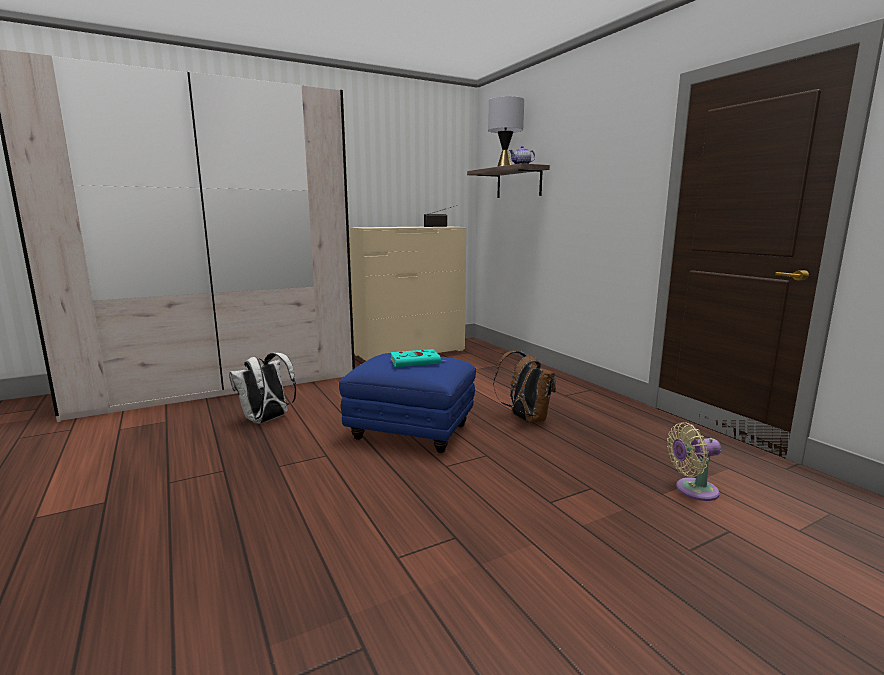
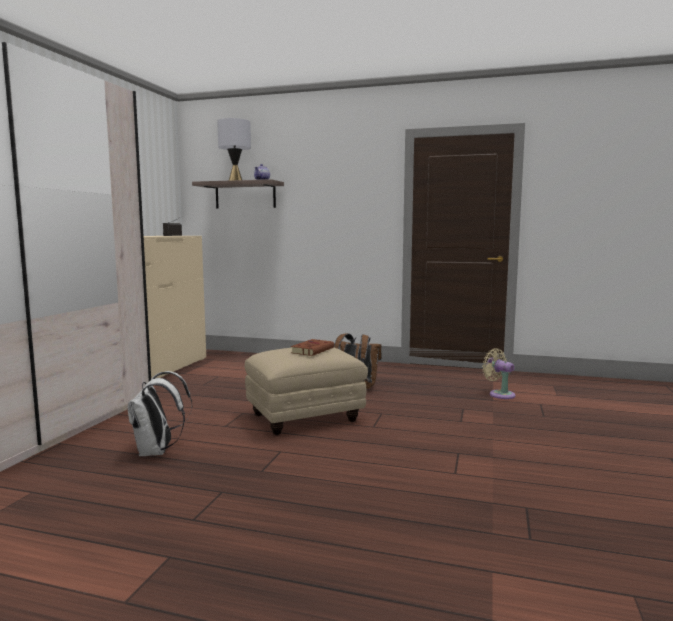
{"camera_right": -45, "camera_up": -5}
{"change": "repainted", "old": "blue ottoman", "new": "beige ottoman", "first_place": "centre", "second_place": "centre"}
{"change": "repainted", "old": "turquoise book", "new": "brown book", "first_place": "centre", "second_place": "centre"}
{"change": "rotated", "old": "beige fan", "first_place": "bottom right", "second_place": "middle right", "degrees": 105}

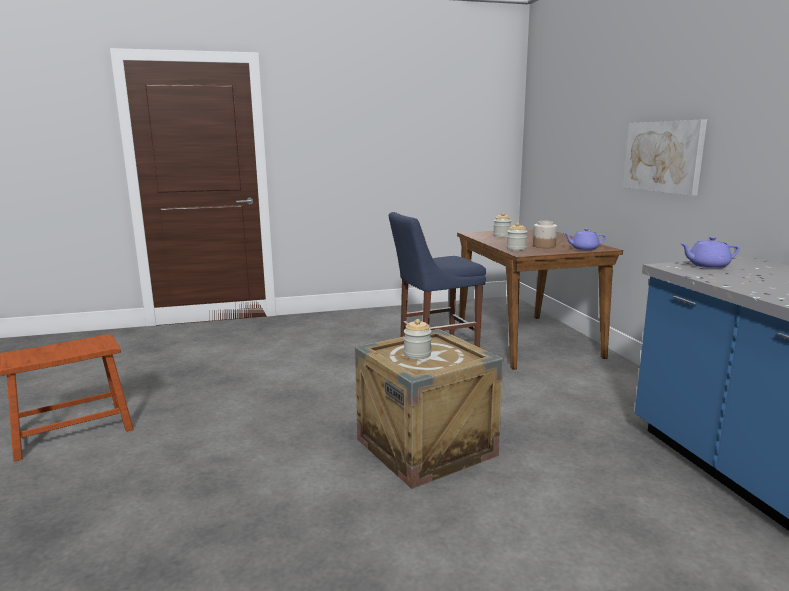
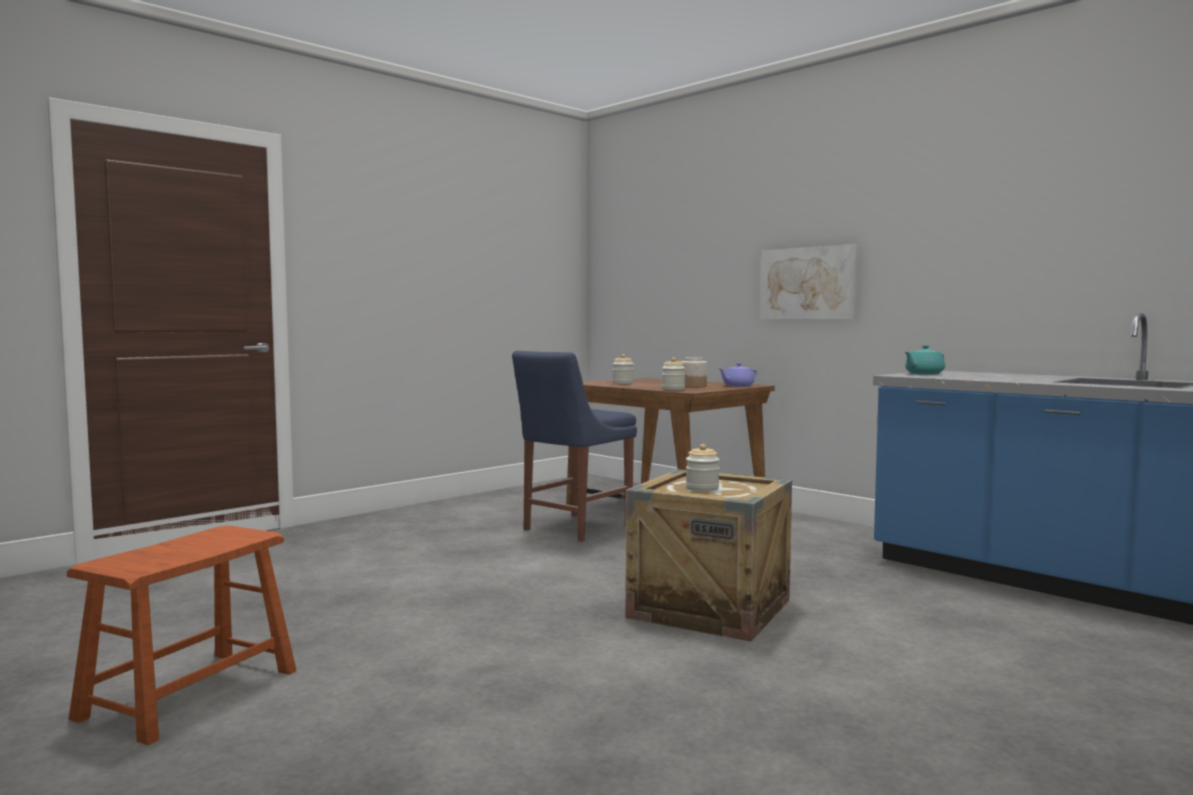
{"camera_right": -30, "camera_up": -10}
{"change": "repainted", "old": "purple teapot (no. 2 from left)", "new": "turquoise teapot", "first_place": "middle right", "second_place": "middle right"}

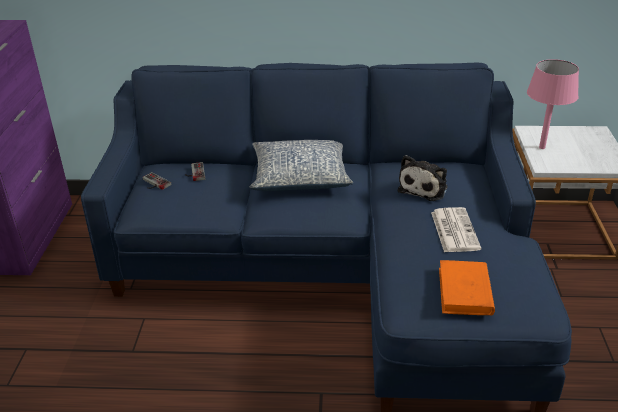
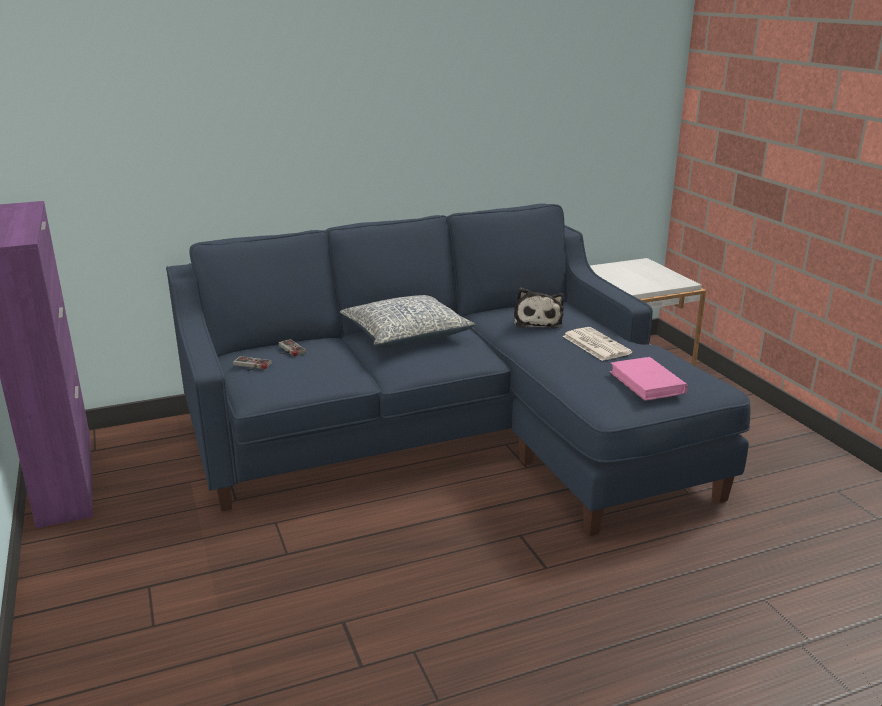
{"camera_right": -25, "camera_up": -10}
{"change": "repainted", "old": "orange book", "new": "pink book", "first_place": "bottom right", "second_place": "middle right"}
{"change": "gone", "old": "pink table lamp", "first_place": "top right"}

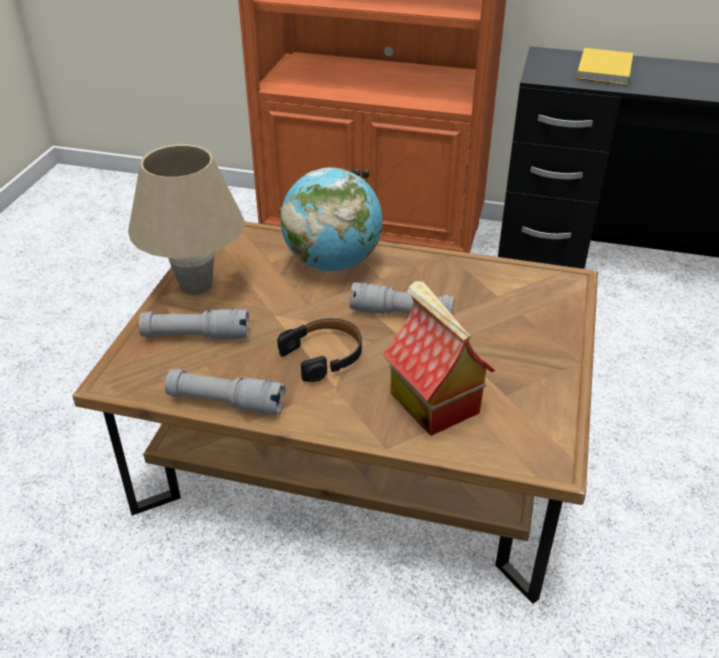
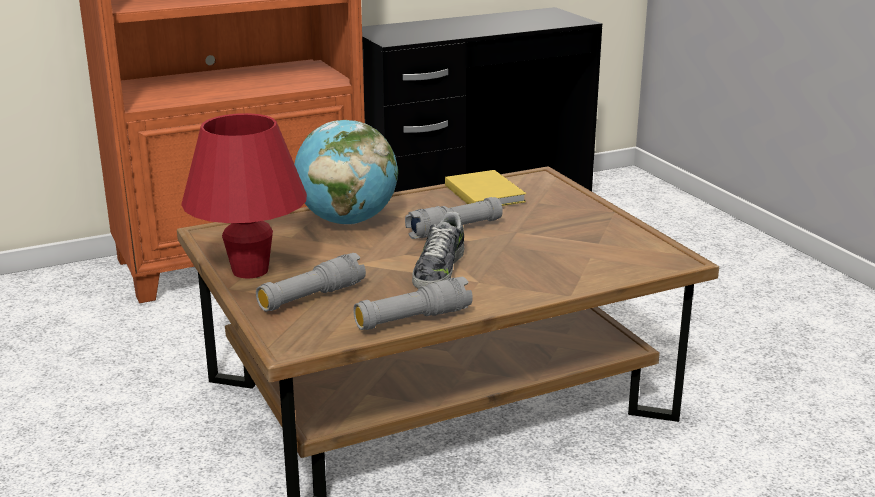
{"camera_right": -40, "camera_up": -15}
{"change": "repainted", "old": "beige table lamp", "new": "red table lamp", "first_place": "top left", "second_place": "middle left"}
{"change": "swapped", "old": "black headphones", "new": "shoe", "first_place": "centre", "second_place": "centre"}
{"change": "gone", "old": "toy house", "first_place": "centre"}
{"change": "shifted", "old": "yellow book", "first_place": "top right", "second_place": "centre"}

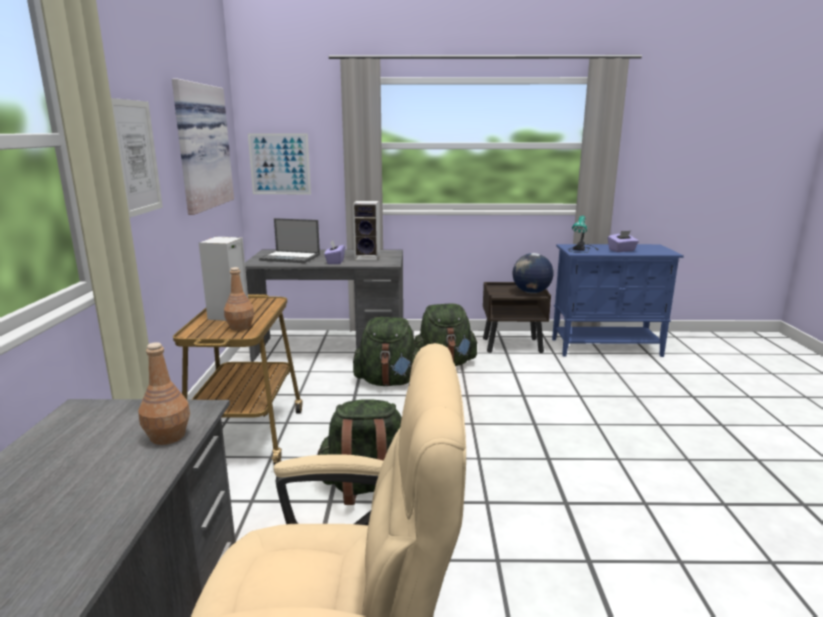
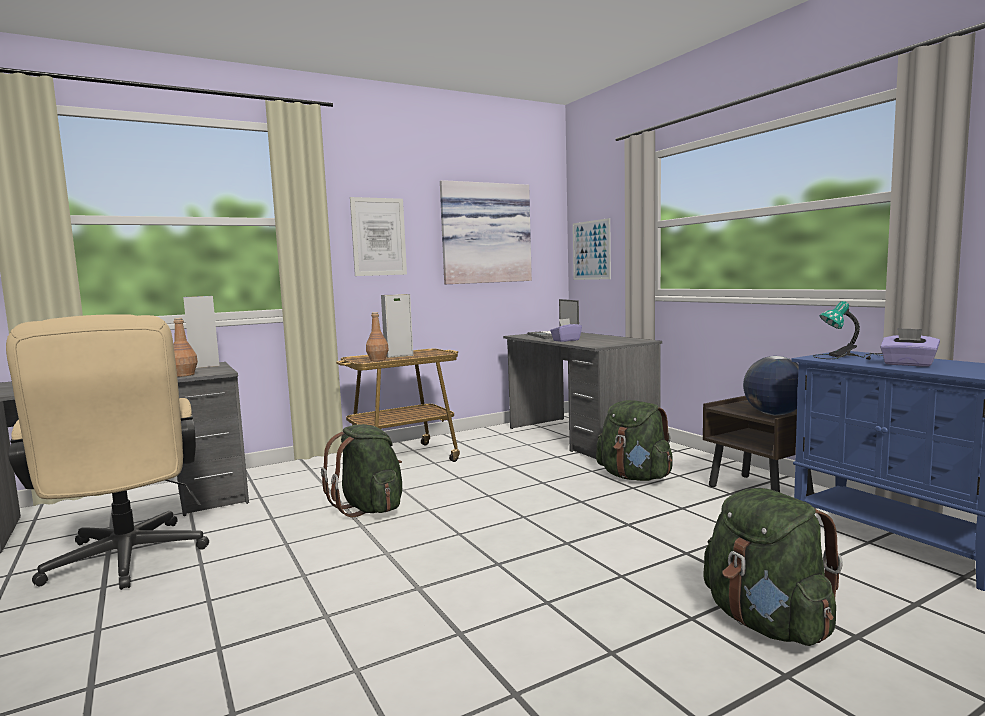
{"camera_right": 60, "camera_up": -10}
{"change": "shifted", "old": "speaker (no. 2 from left in the first image)", "new": "speaker (no. 1 from left)", "first_place": "centre", "second_place": "middle left"}
{"change": "shifted", "old": "green backpack (no. 2 from left in the first image)", "new": "green backpack (no. 3 from left)", "first_place": "centre", "second_place": "bottom right"}

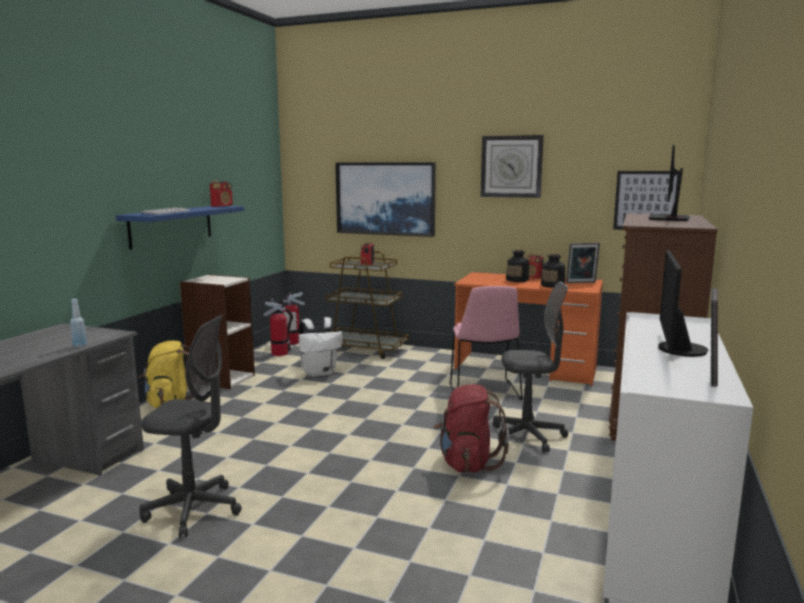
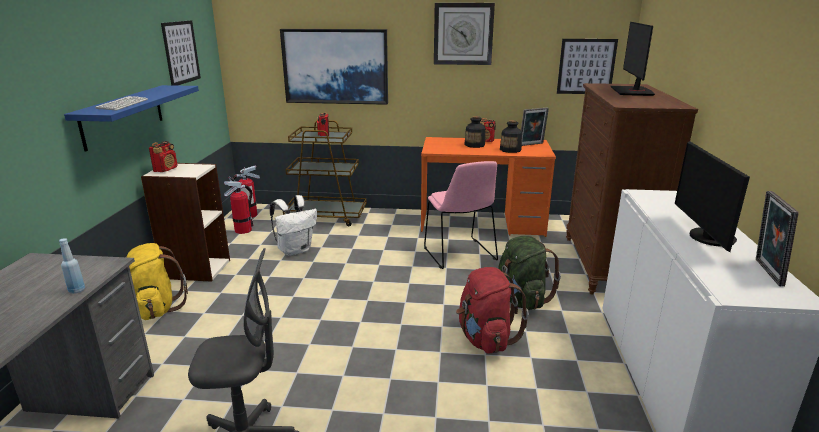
{"camera_right": -15, "camera_up": 10}
{"change": "shifted", "old": "radio (no. 1 from left)", "first_place": "top left", "second_place": "middle left"}
{"change": "swapped", "old": "grey office chair (no. 2 from left)", "new": "green backpack", "first_place": "centre", "second_place": "centre"}
{"change": "new", "new": "picture (no. 1 from left)", "second_place": "top left"}

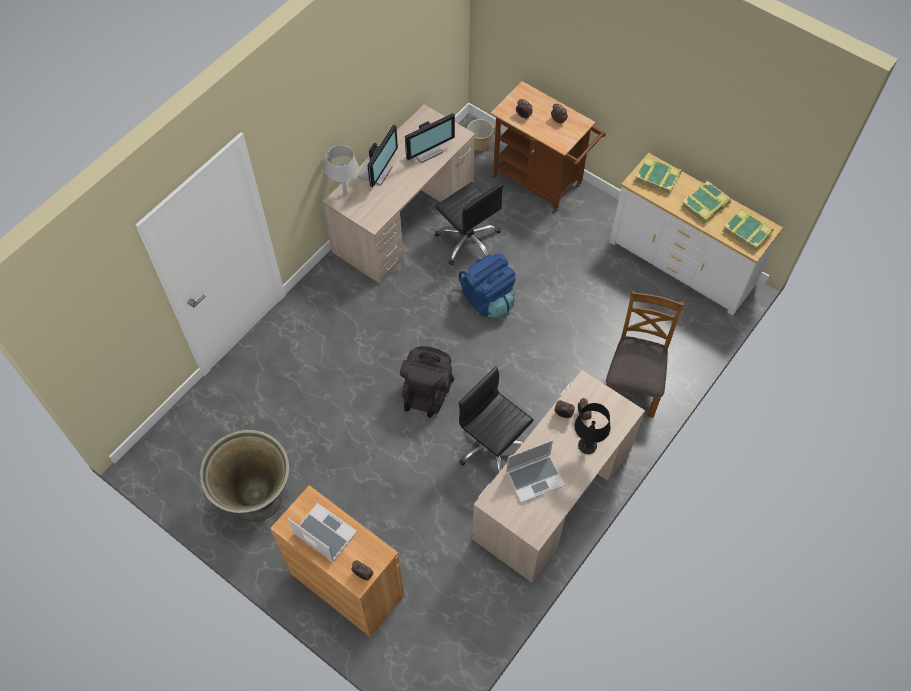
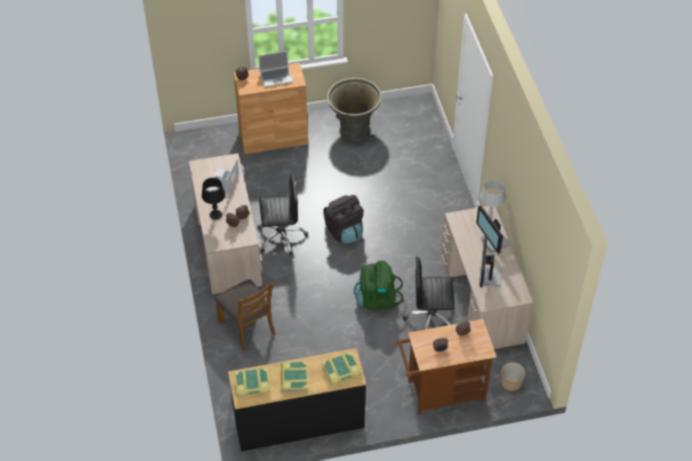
{"camera_right": 130, "camera_up": -10}
{"change": "repainted", "old": "blue backpack", "new": "green backpack", "first_place": "centre", "second_place": "centre"}
{"change": "repainted", "old": "white dresser", "new": "black dresser", "first_place": "middle right", "second_place": "bottom centre"}

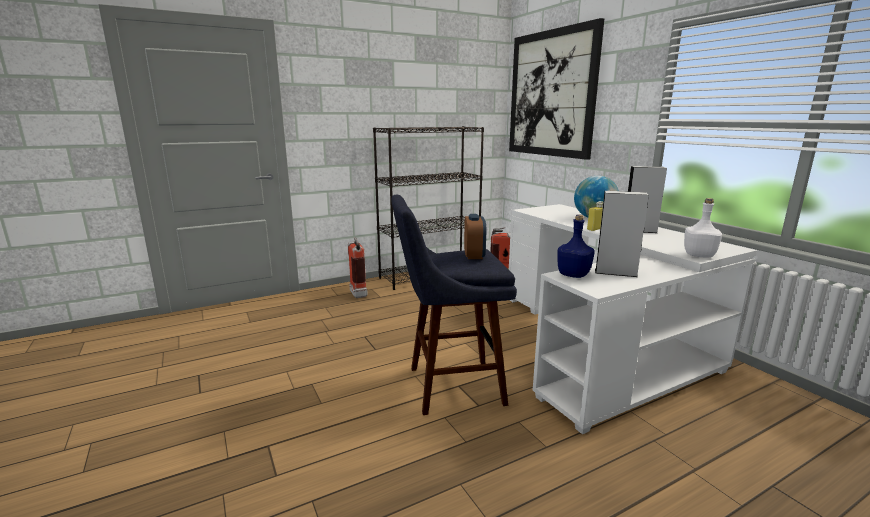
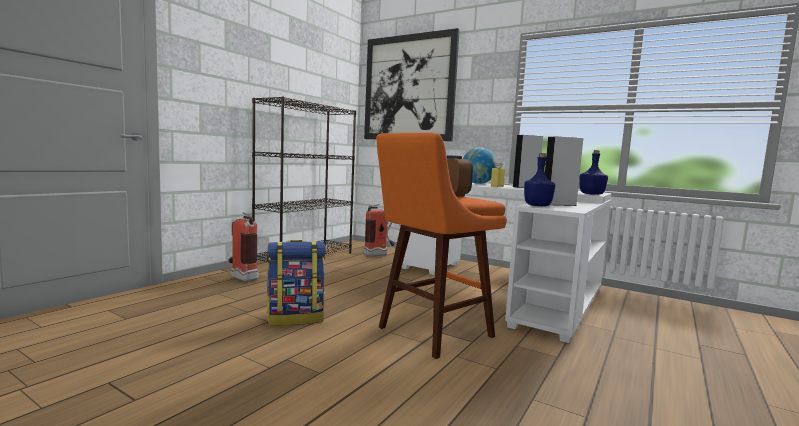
{"camera_right": -30, "camera_up": -10}
{"change": "repainted", "old": "blue stool", "new": "orange stool", "first_place": "centre", "second_place": "centre"}
{"change": "repainted", "old": "white bottle", "new": "blue bottle (no. 2 from left)", "first_place": "middle right", "second_place": "middle right"}
{"change": "new", "new": "backpack", "second_place": "centre"}

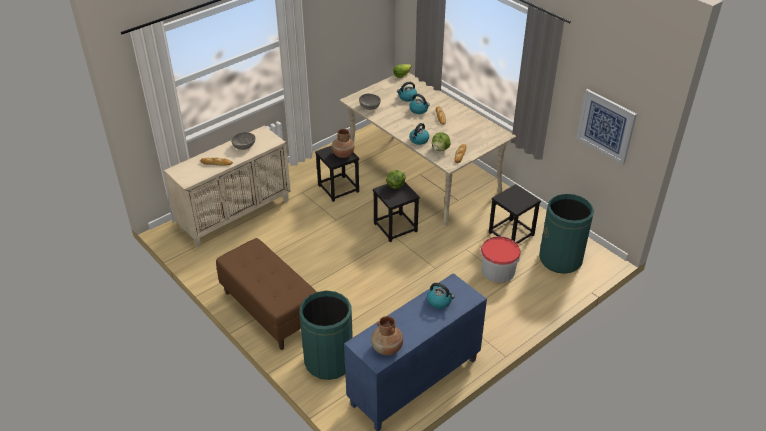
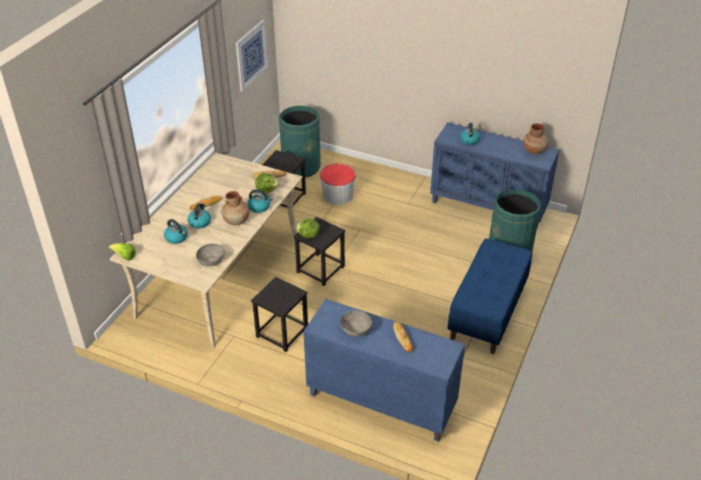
{"camera_right": -115, "camera_up": 0}
{"change": "repainted", "old": "beige cabinet", "new": "blue cabinet (no. 1 from left)", "first_place": "middle left", "second_place": "bottom centre"}
{"change": "repainted", "old": "brown bench", "new": "blue bench", "first_place": "bottom centre", "second_place": "middle right"}
{"change": "shifted", "old": "brown vase (no. 1 from left)", "first_place": "top centre", "second_place": "centre"}

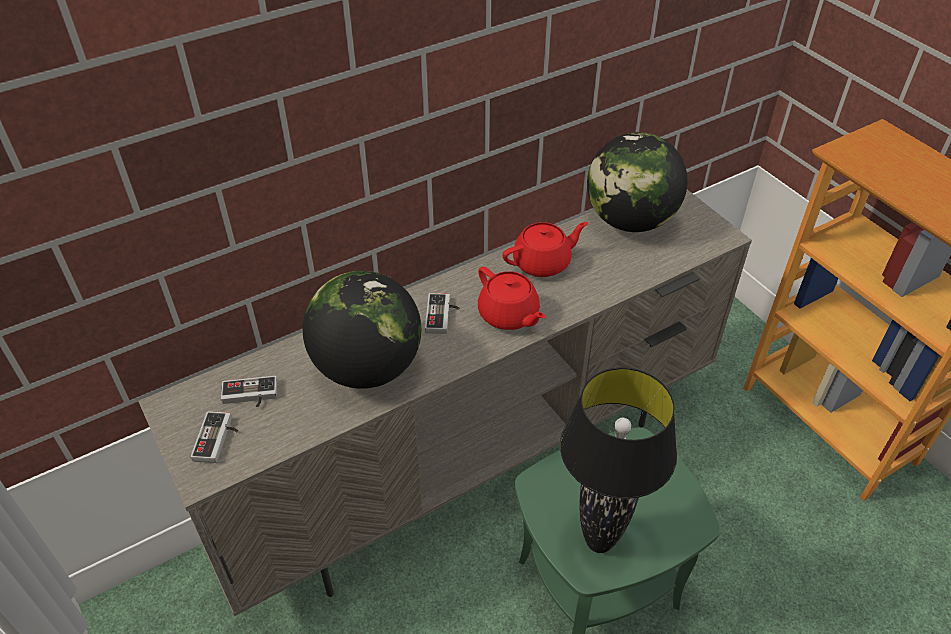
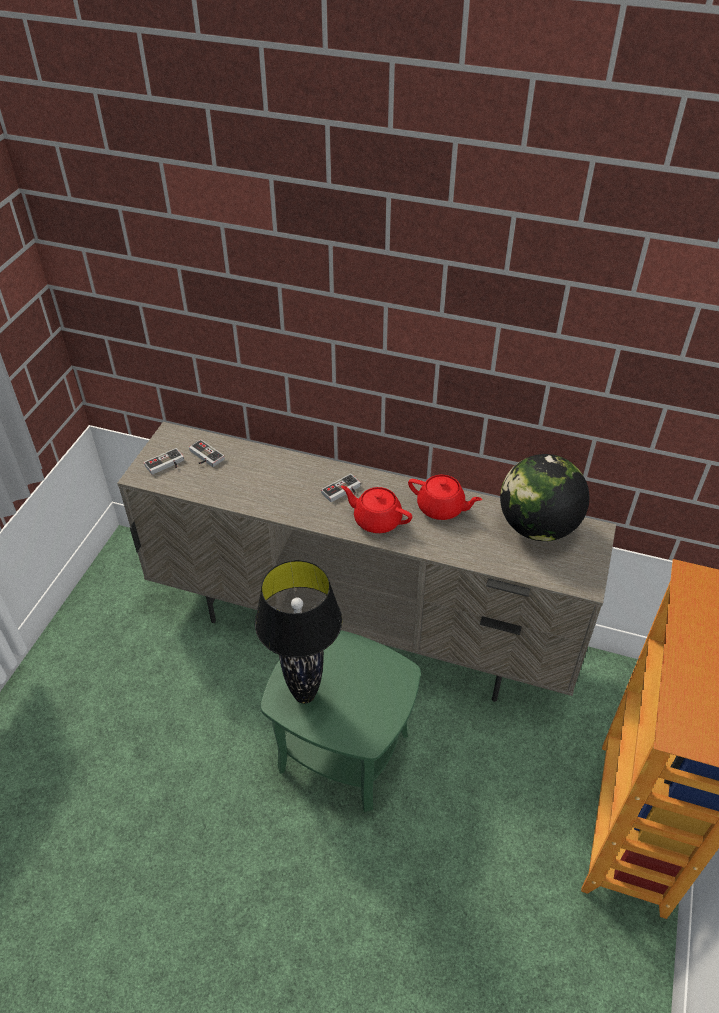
{"camera_right": 50, "camera_up": 0}
{"change": "gone", "old": "globe (no. 1 from left)", "first_place": "centre"}
{"change": "rotated", "old": "red teapot (no. 1 from left)", "first_place": "centre", "second_place": "centre", "degrees": 105}

